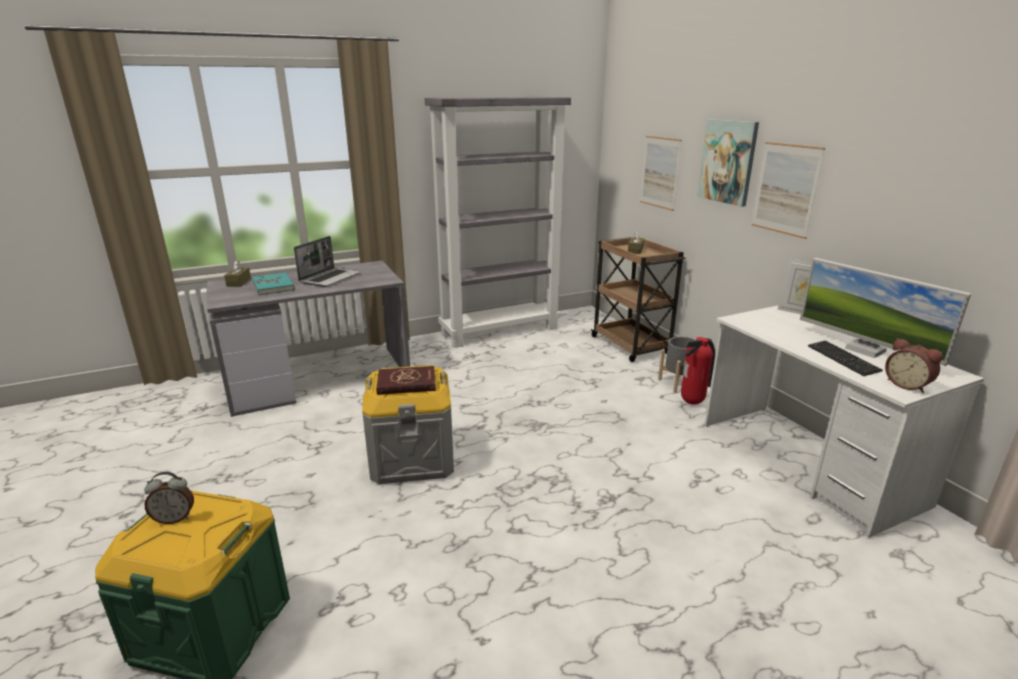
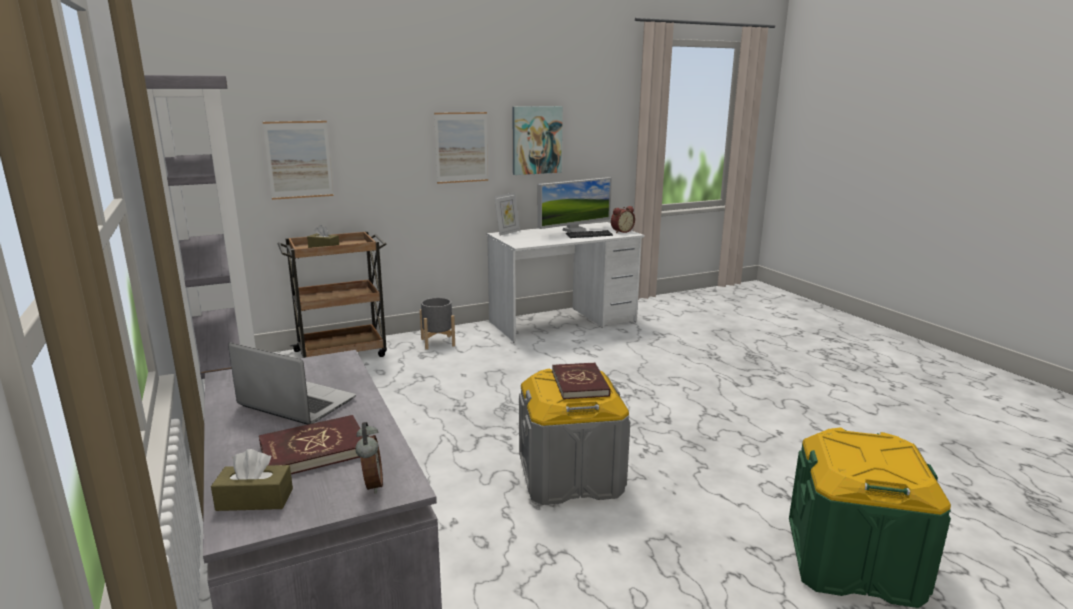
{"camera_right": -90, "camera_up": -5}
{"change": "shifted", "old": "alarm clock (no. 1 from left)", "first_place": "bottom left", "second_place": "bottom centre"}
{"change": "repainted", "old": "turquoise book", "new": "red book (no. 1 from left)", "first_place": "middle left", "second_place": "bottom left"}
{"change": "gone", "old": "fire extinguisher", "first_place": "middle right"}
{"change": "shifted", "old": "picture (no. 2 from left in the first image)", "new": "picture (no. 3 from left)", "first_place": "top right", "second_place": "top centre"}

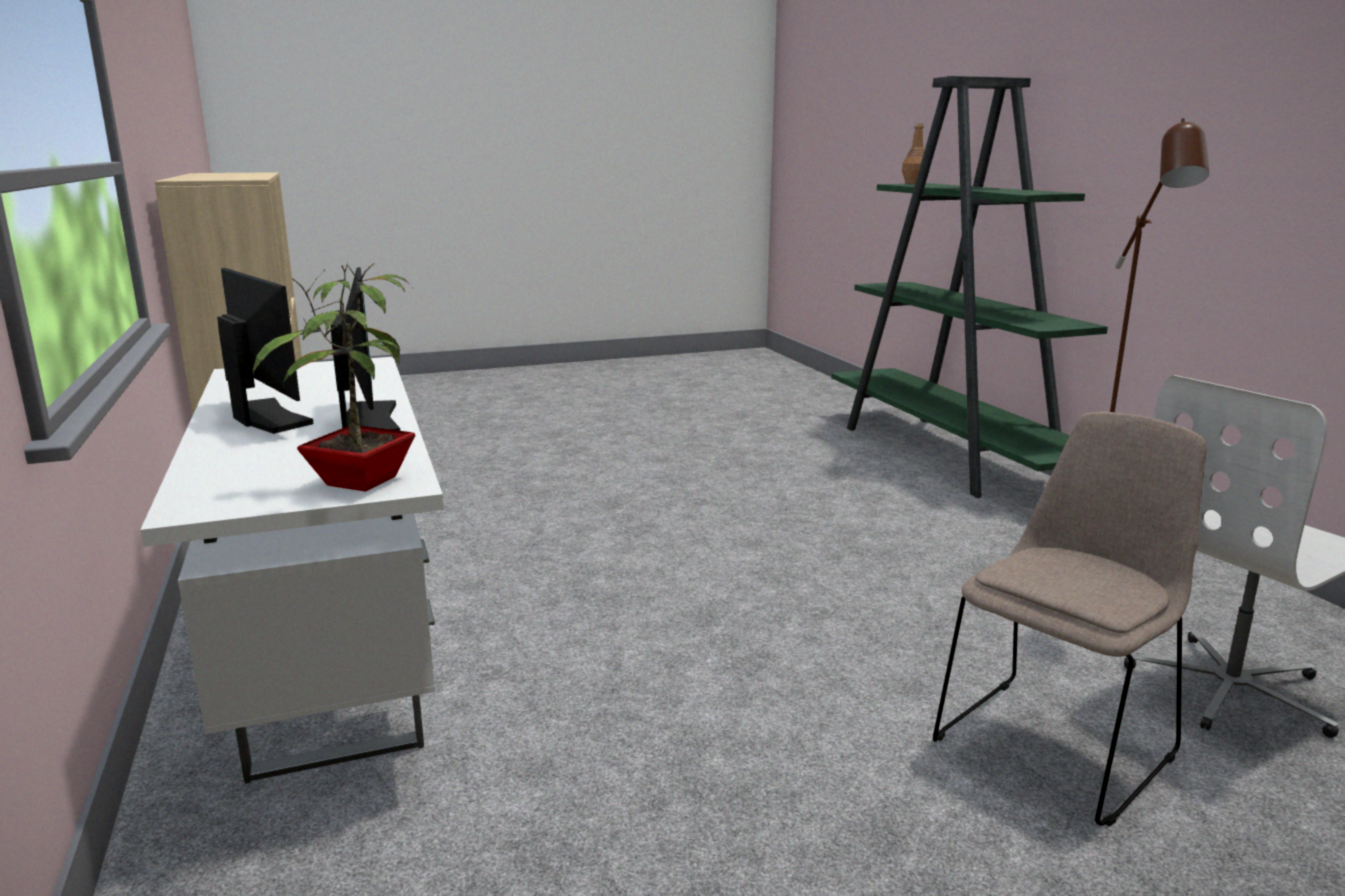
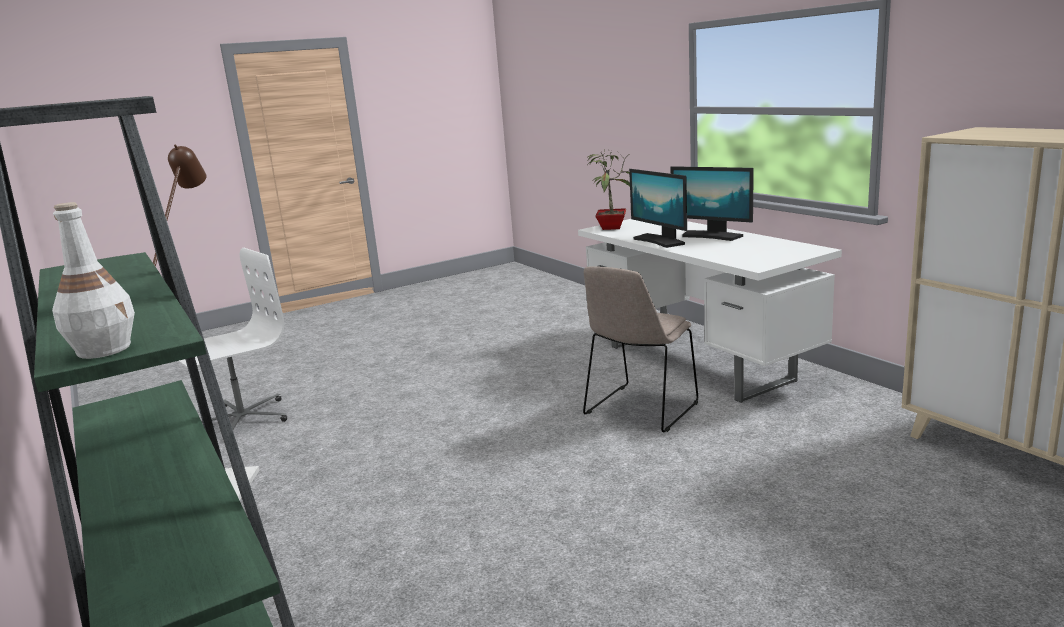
{"camera_right": 170, "camera_up": 0}
{"change": "repainted", "old": "brown bottle", "new": "white bottle", "first_place": "top right", "second_place": "middle left"}
{"change": "shifted", "old": "beige chair", "first_place": "bottom right", "second_place": "centre"}

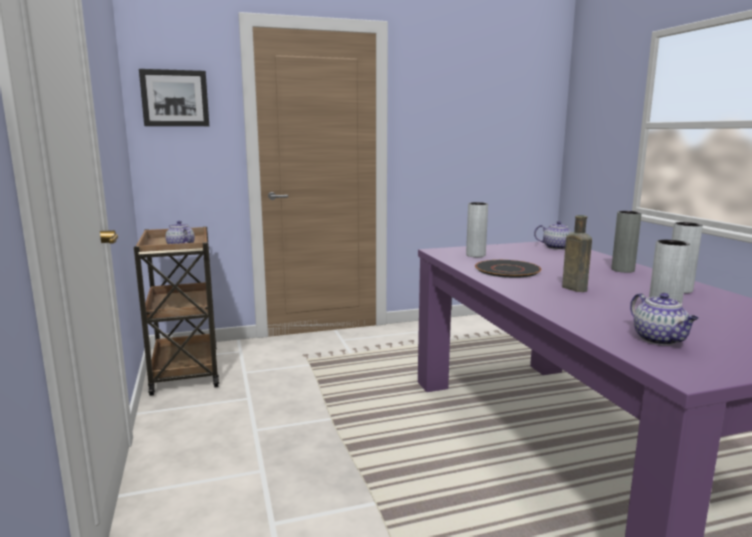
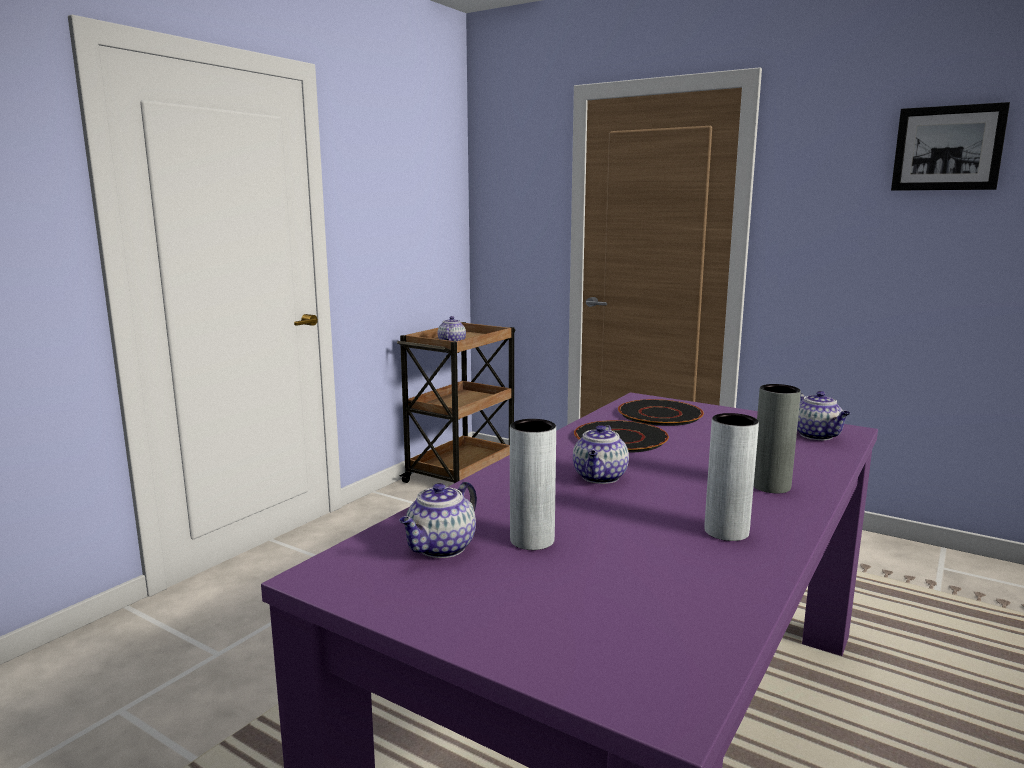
{"camera_right": 50, "camera_up": 0}
{"change": "shifted", "old": "picture", "first_place": "top left", "second_place": "top right"}
{"change": "swapped", "old": "grey vase (no. 1 from left)", "new": "black plate (no. 2 from left)", "first_place": "centre", "second_place": "centre"}
{"change": "swapped", "old": "brown bottle", "new": "teapot (no. 3 from left)", "first_place": "middle right", "second_place": "centre"}

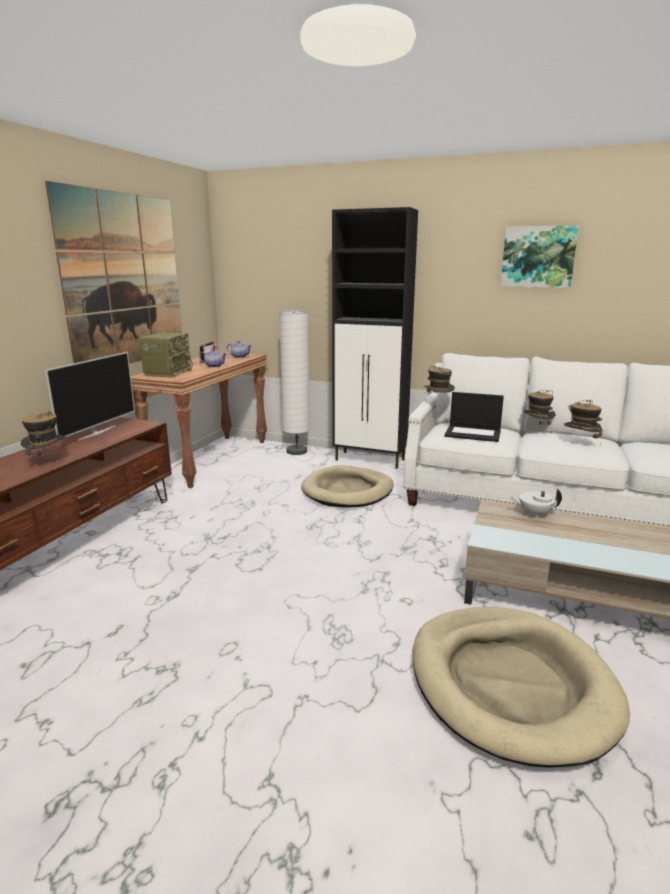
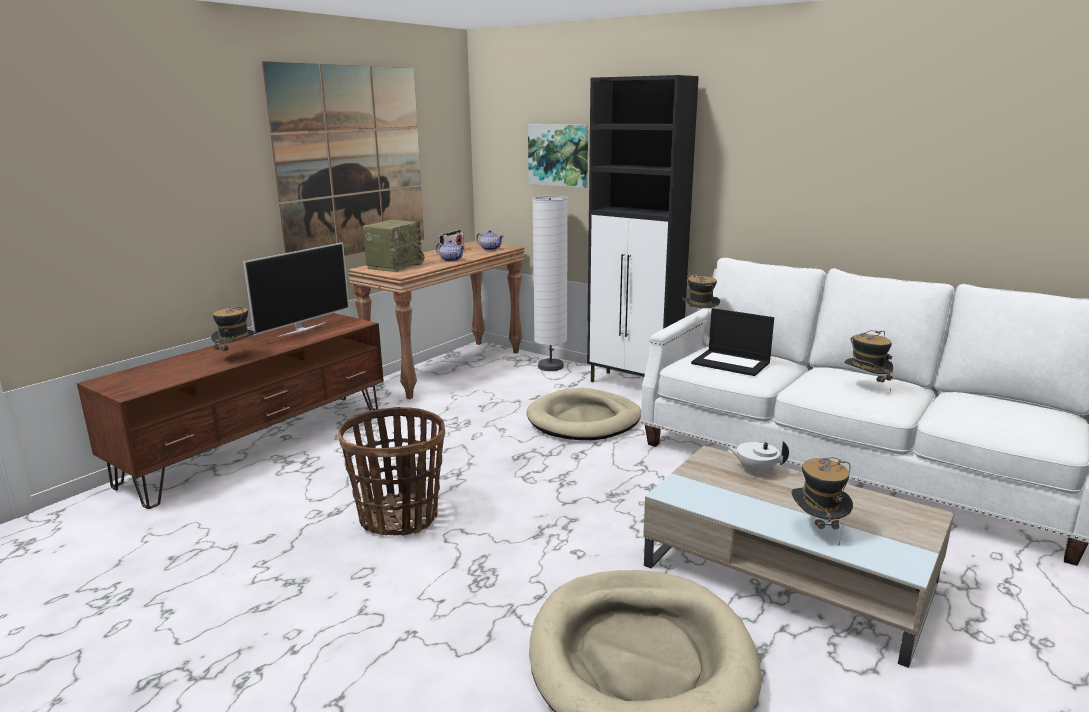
{"camera_right": 15, "camera_up": 0}
{"change": "shifted", "old": "picture (no. 2 from left)", "first_place": "top right", "second_place": "top centre"}
{"change": "shifted", "old": "hat (no. 3 from left)", "first_place": "middle right", "second_place": "bottom right"}
{"change": "new", "new": "basket", "second_place": "centre"}

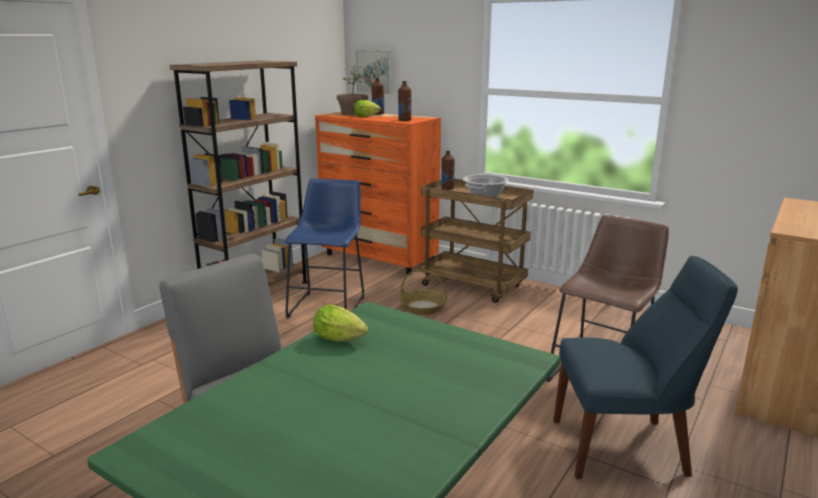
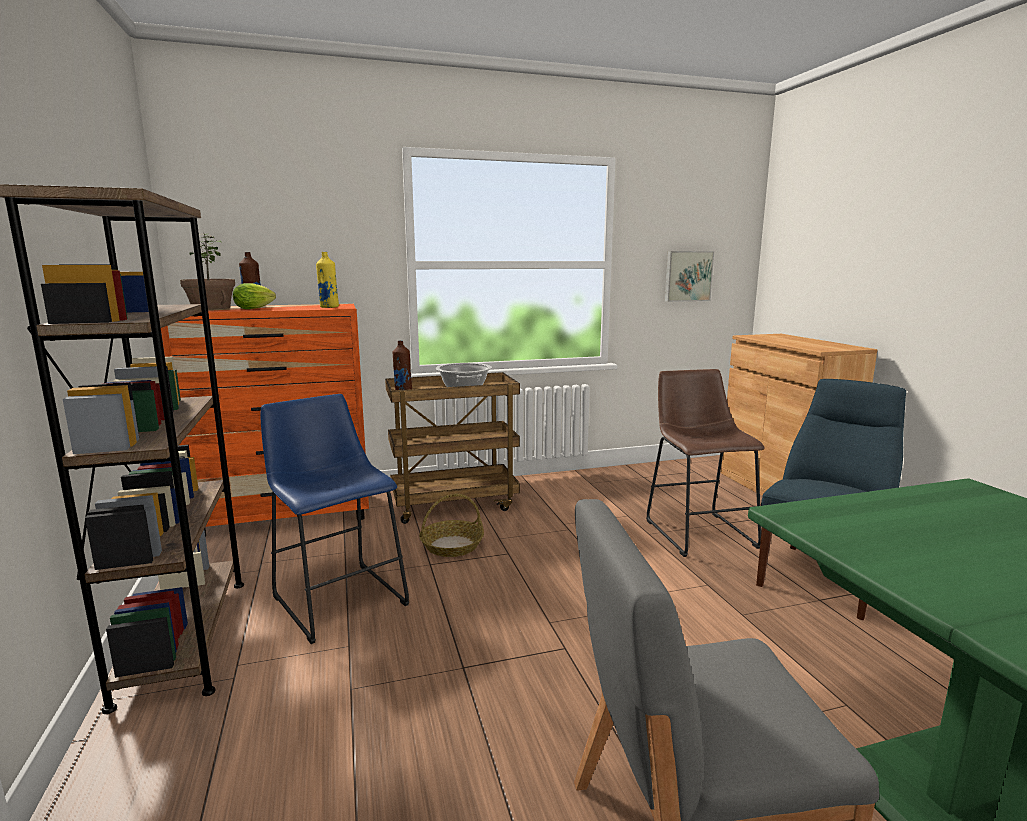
{"camera_right": -50, "camera_up": -5}
{"change": "gone", "old": "lettuce (no. 1 from left)", "first_place": "centre"}
{"change": "shifted", "old": "picture", "first_place": "top centre", "second_place": "middle right"}
{"change": "repainted", "old": "brown bottle (no. 2 from left)", "new": "yellow bottle", "first_place": "top centre", "second_place": "middle left"}

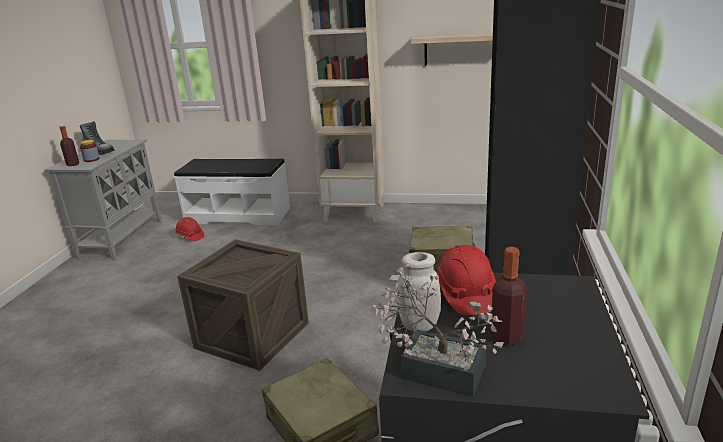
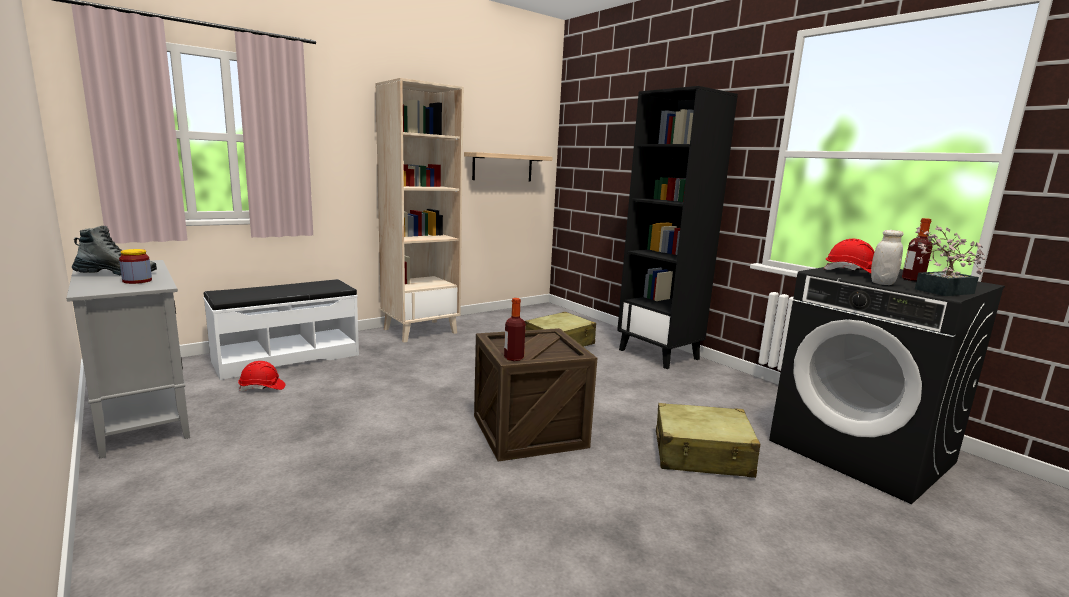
{"camera_right": -50, "camera_up": -10}
{"change": "shifted", "old": "bottle (no. 1 from left)", "first_place": "top left", "second_place": "centre"}

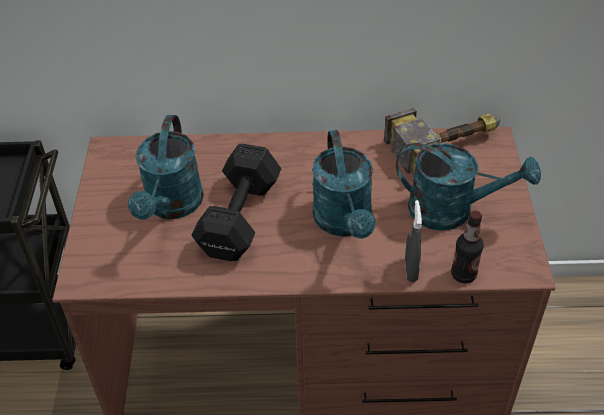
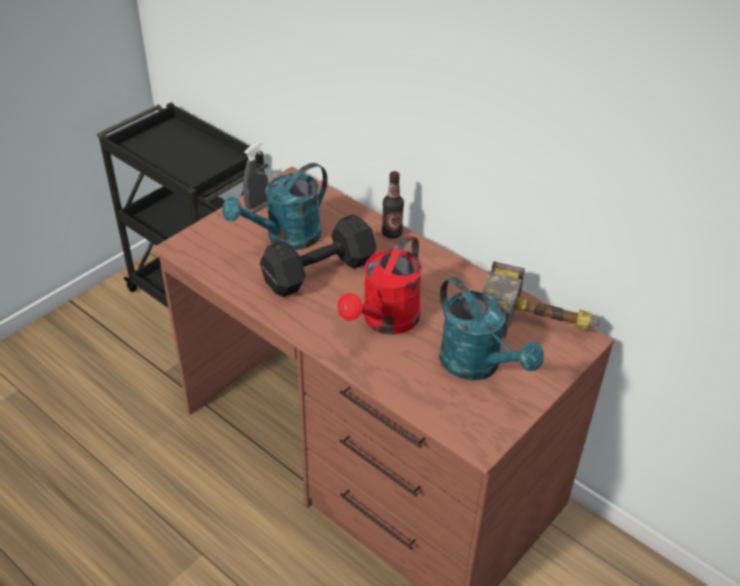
{"camera_right": 40, "camera_up": -5}
{"change": "repainted", "old": "turquoise watering can (no. 2 from left)", "new": "red watering can", "first_place": "centre", "second_place": "centre"}
{"change": "shifted", "old": "grey spray bottle", "first_place": "middle right", "second_place": "top centre"}
{"change": "shifted", "old": "bottle", "first_place": "middle right", "second_place": "centre"}

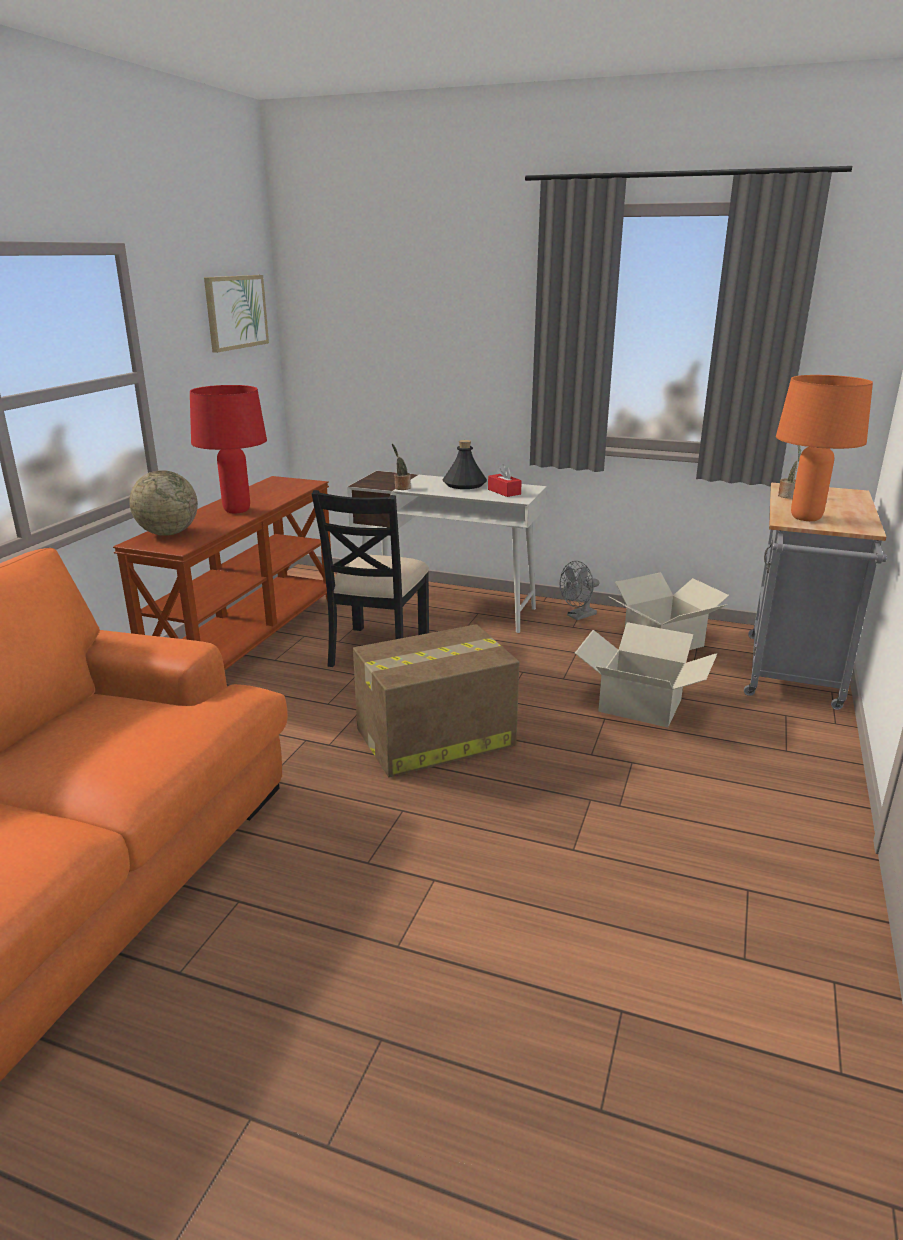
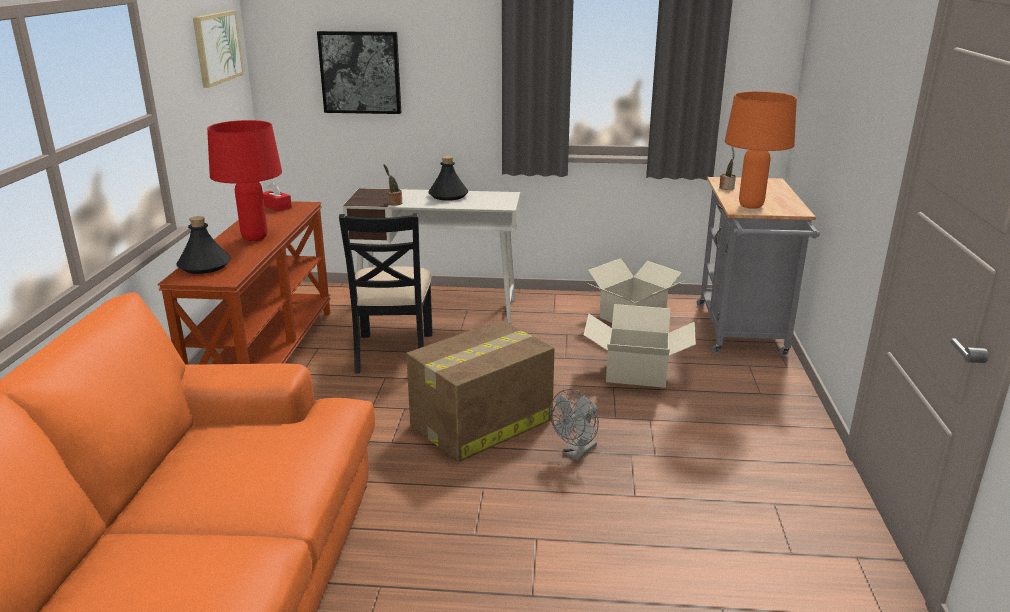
{"camera_right": -15, "camera_up": 0}
{"change": "swapped", "old": "globe", "new": "black bottle (no. 1 from left)", "first_place": "middle left", "second_place": "middle left"}
{"change": "shifted", "old": "red tissue box", "first_place": "centre", "second_place": "top left"}
{"change": "shifted", "old": "grey fan", "first_place": "centre", "second_place": "bottom centre"}
{"change": "new", "new": "picture (no. 2 from left)", "second_place": "top centre"}

